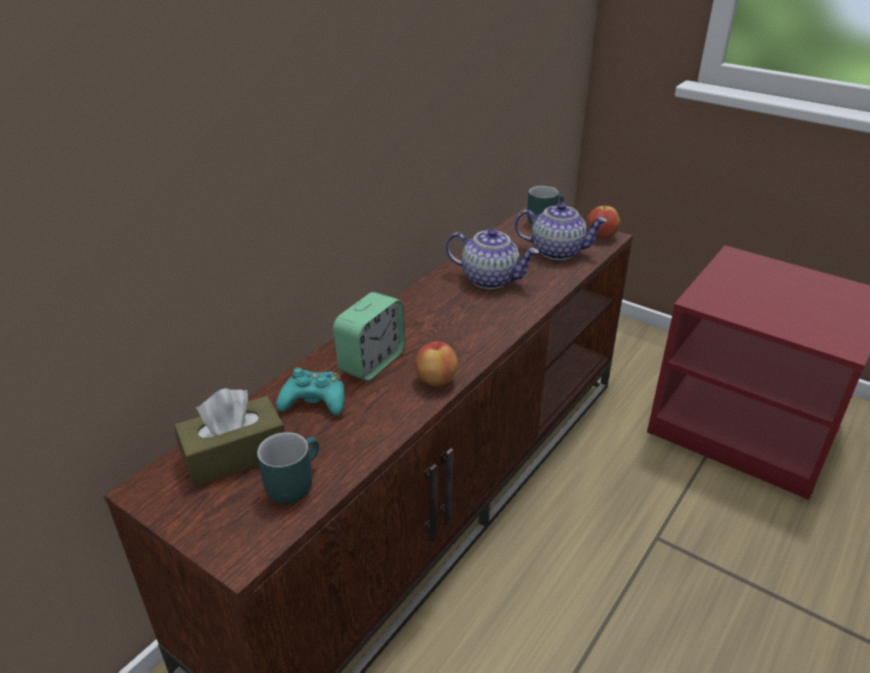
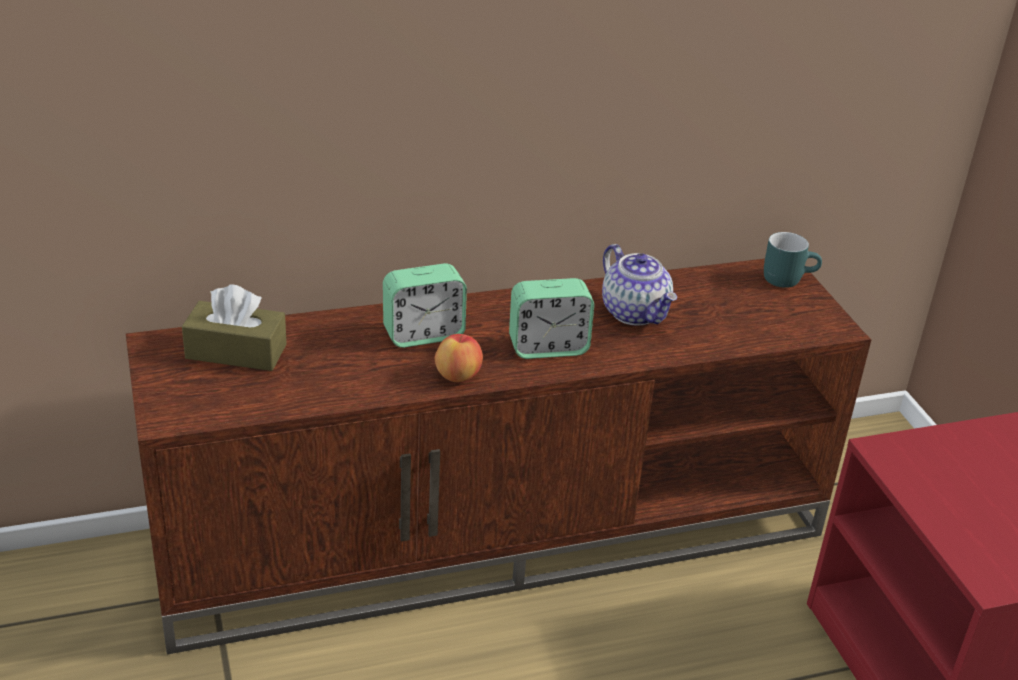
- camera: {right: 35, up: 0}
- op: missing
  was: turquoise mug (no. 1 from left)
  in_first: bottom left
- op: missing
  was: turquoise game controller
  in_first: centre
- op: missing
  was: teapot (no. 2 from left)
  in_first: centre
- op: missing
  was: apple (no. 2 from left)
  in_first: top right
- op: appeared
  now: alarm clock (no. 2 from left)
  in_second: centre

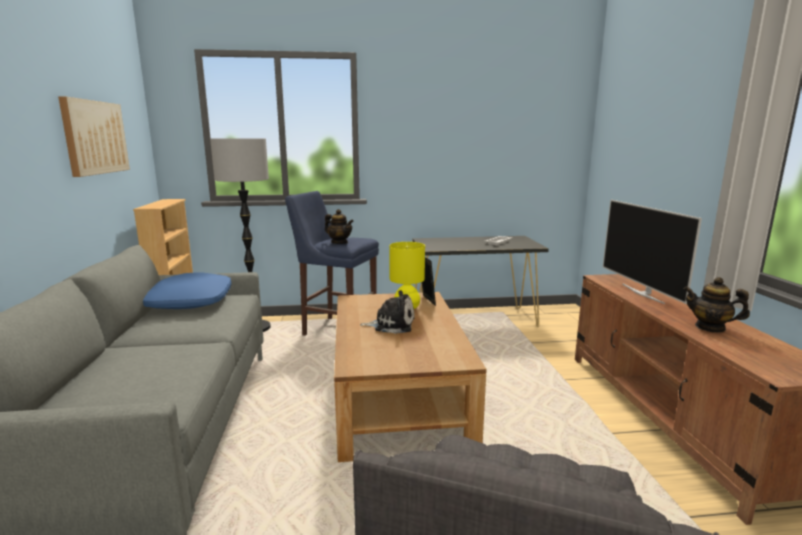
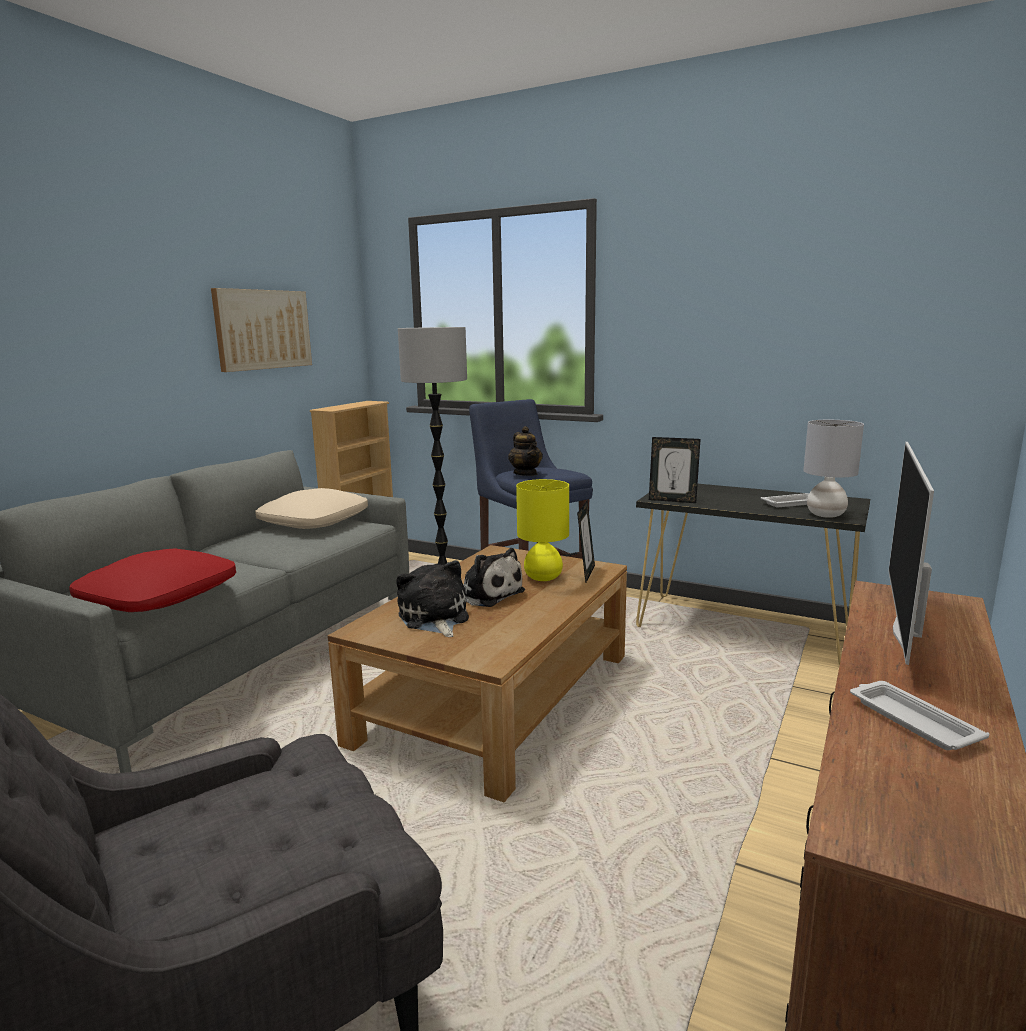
- camera: {right: 35, up: 0}
- op: colour
  was: blue pillow
  now: beige pillow
  in_first: middle left
  in_second: middle left
- op: exchanged
  was: teapot (no. 2 from left)
  now: white tray (no. 2 from left)
  in_first: middle right
  in_second: bottom right
- op: appeared
  now: red pillow
  in_second: middle left
- op: appeared
  now: plush toy (no. 1 from left)
  in_second: centre
- op: appeared
  now: picture frame (no. 2 from left)
  in_second: centre
- op: appeared
  now: grey table lamp
  in_second: middle right

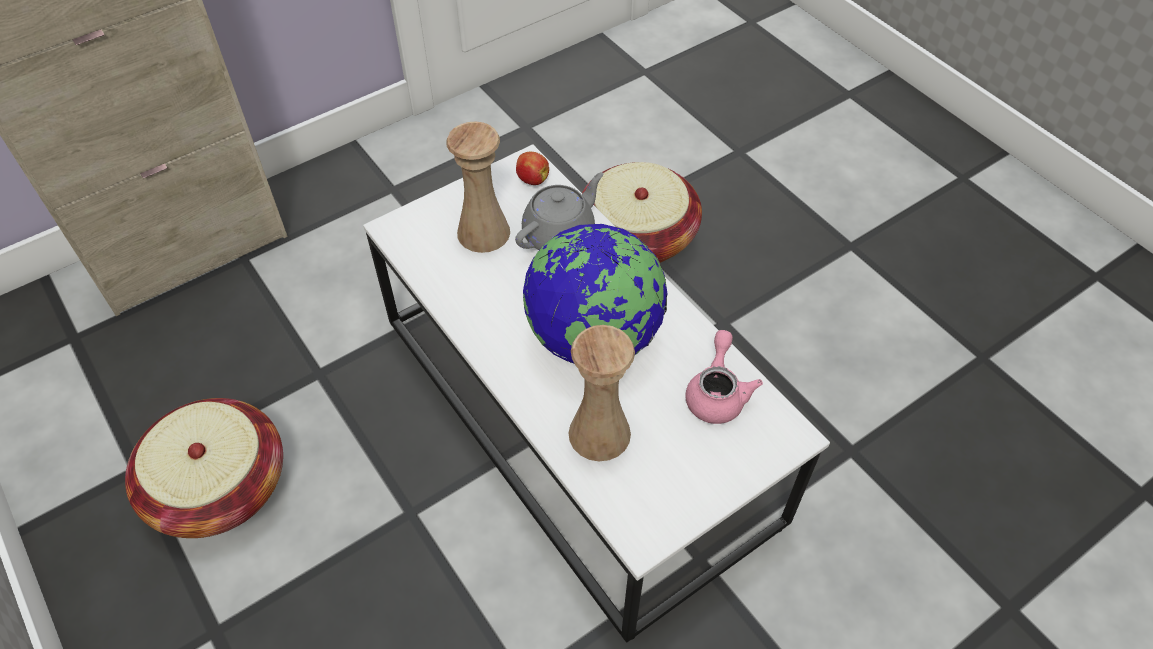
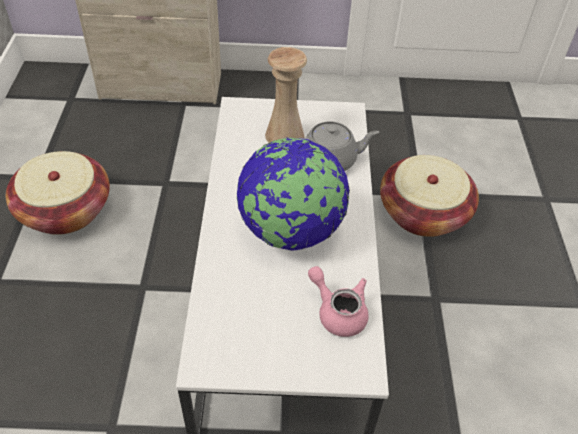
- camera: {right: 35, up: -5}
- op: missing
  was: apple
  in_first: top centre
- op: missing
  was: beige vase (no. 2 from left)
  in_first: centre
- op: spun
  was: pink teapot
  in_first: centre
  in_second: bottom centre
  clockwise: -90

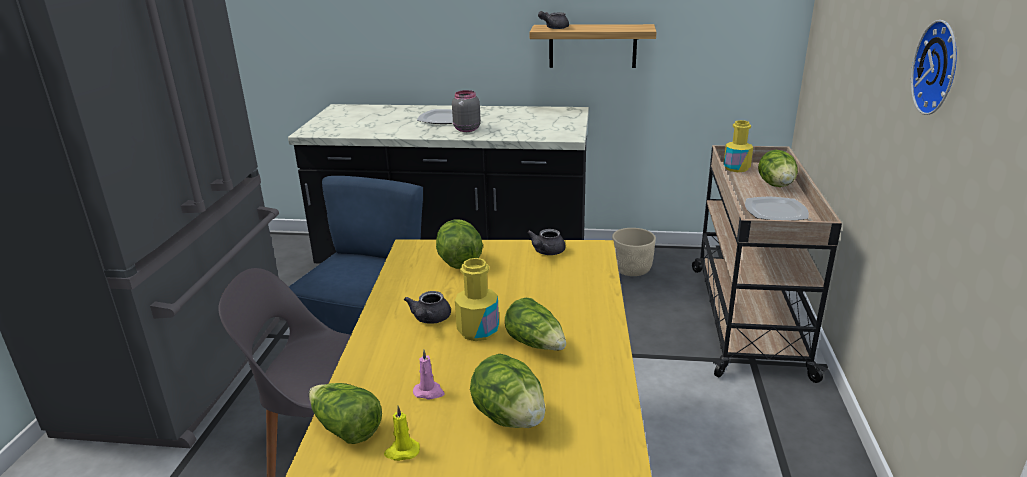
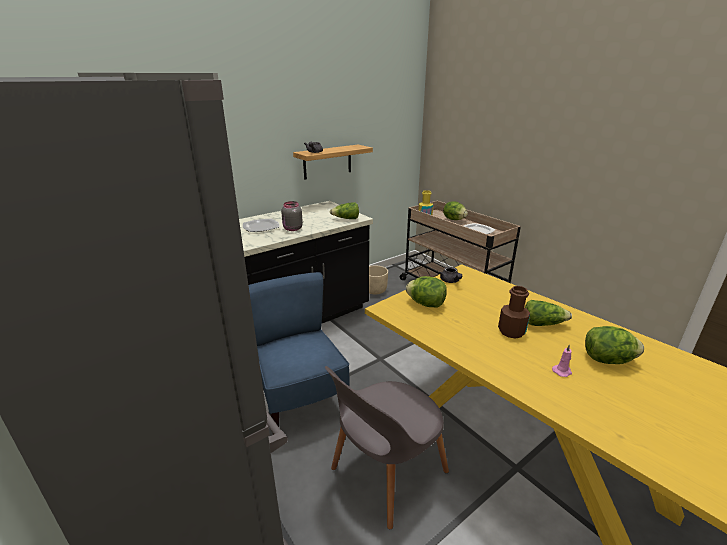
- camera: {right: -45, up: 0}
- op: relocated
  was: lettuce (no. 1 from left)
  in_first: bottom centre
  in_second: centre
- op: missing
  was: yellow candle
  in_first: bottom centre
- op: missing
  was: grey teapot (no. 1 from left)
  in_first: centre
- op: colour
  was: yellow bottle (no. 1 from left)
  now: brown bottle
  in_first: centre
  in_second: middle right
- op: missing
  was: wall clock
  in_first: top right

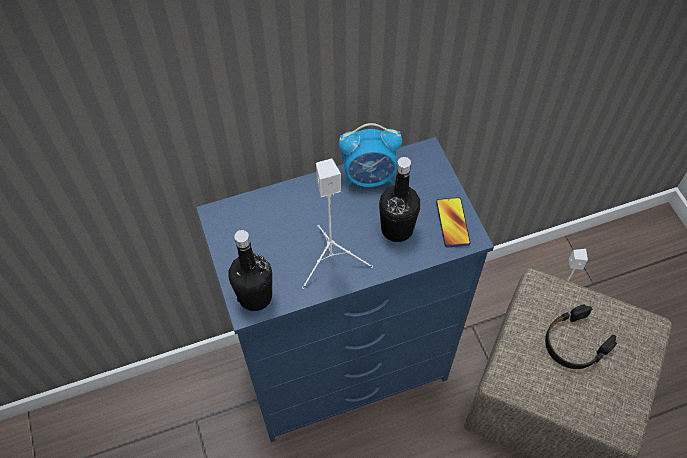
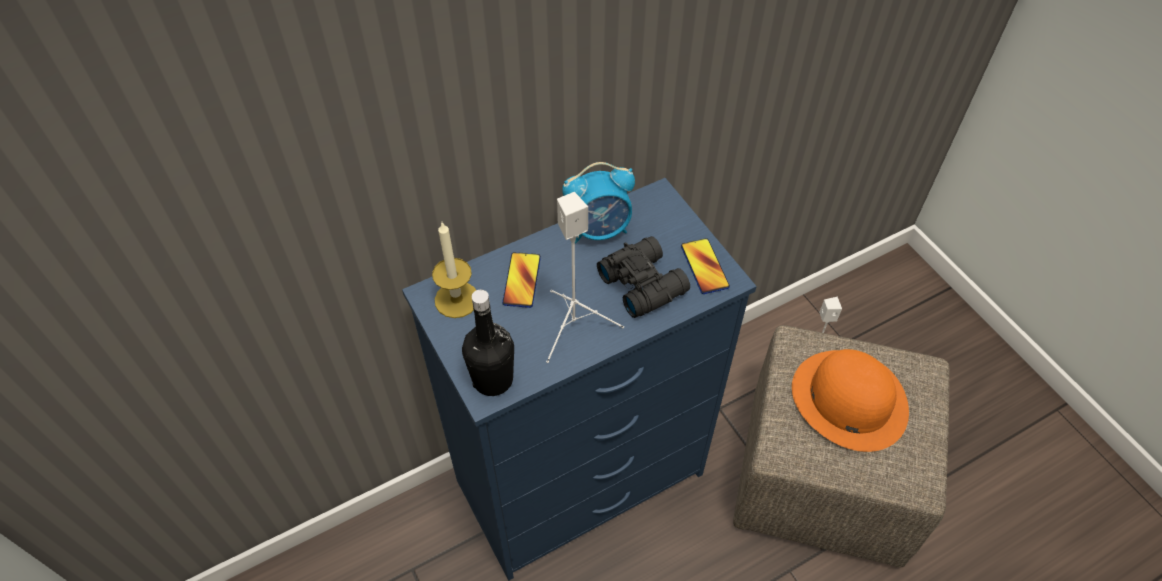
- camera: {right: -10, up: -5}
- op: exchanged
  was: black bottle (no. 2 from left)
  now: black binoculars
  in_first: centre
  in_second: centre
- op: exchanged
  was: black headphones
  now: orange hat
  in_first: bottom right
  in_second: bottom right
- op: appeared
  now: candle
  in_second: centre
- op: appeared
  now: phone (no. 1 from left)
  in_second: centre

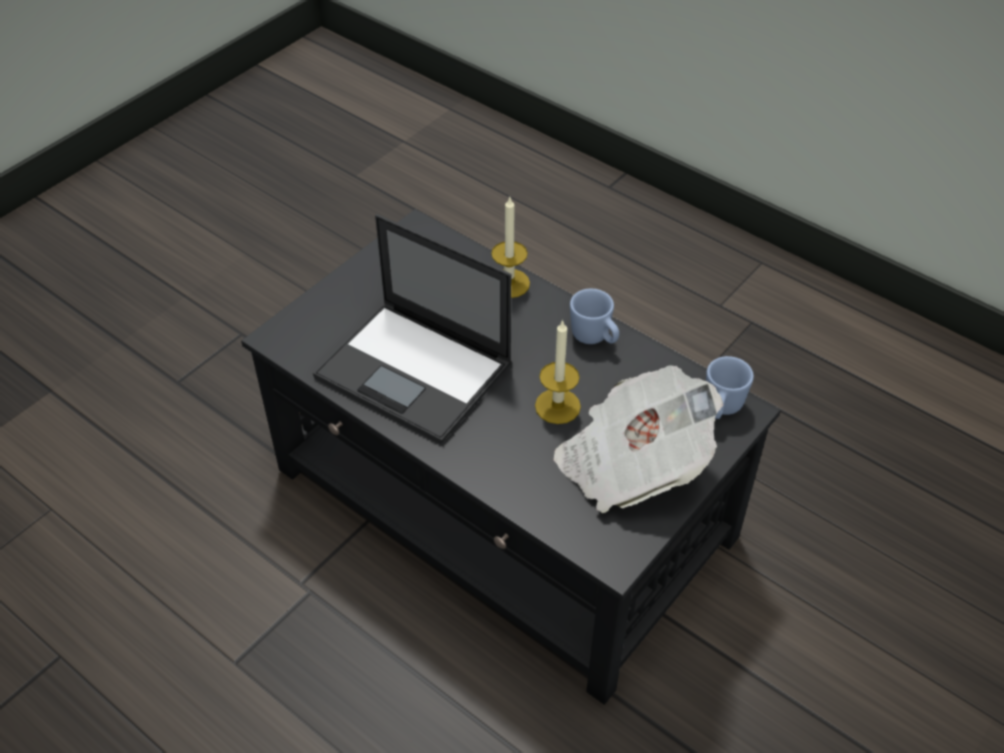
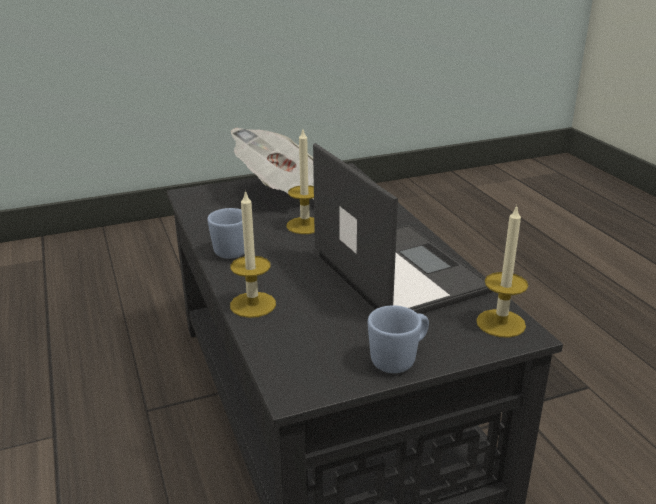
- camera: {right: -150, up: -20}
- op: relocated
  was: blue mug (no. 2 from left)
  in_first: middle right
  in_second: bottom centre
- op: appeared
  now: candle (no. 3 from left)
  in_second: middle right

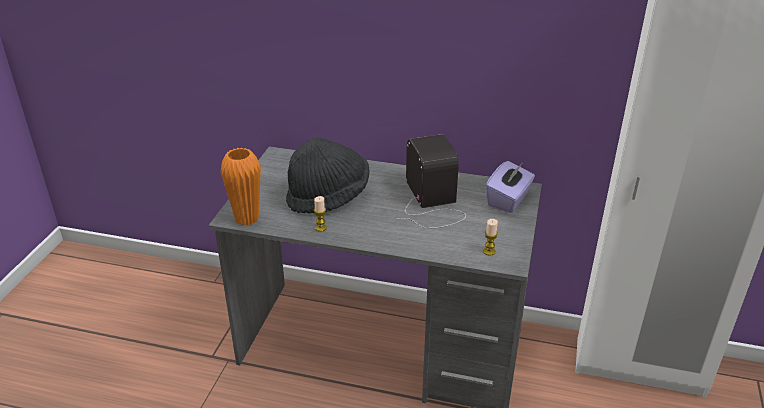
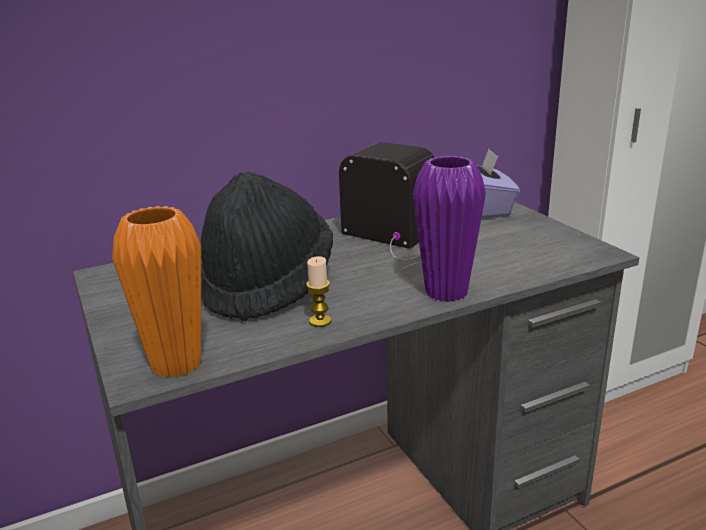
- camera: {right: -40, up: -10}
- op: missing
  was: candle (no. 2 from left)
  in_first: centre
- op: appeared
  now: purple vase
  in_second: centre

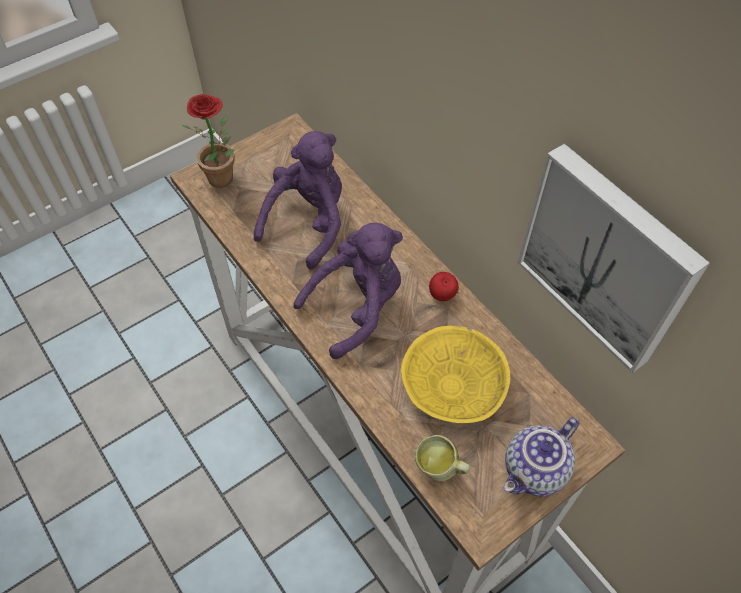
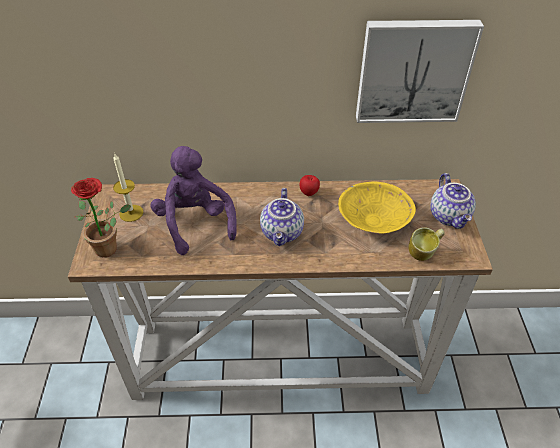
- camera: {right: -55, up: -10}
- op: exchanged
  was: purple plush toy (no. 2 from left)
  now: teapot (no. 1 from left)
  in_first: centre
  in_second: centre
- op: appeared
  now: candle
  in_second: middle left

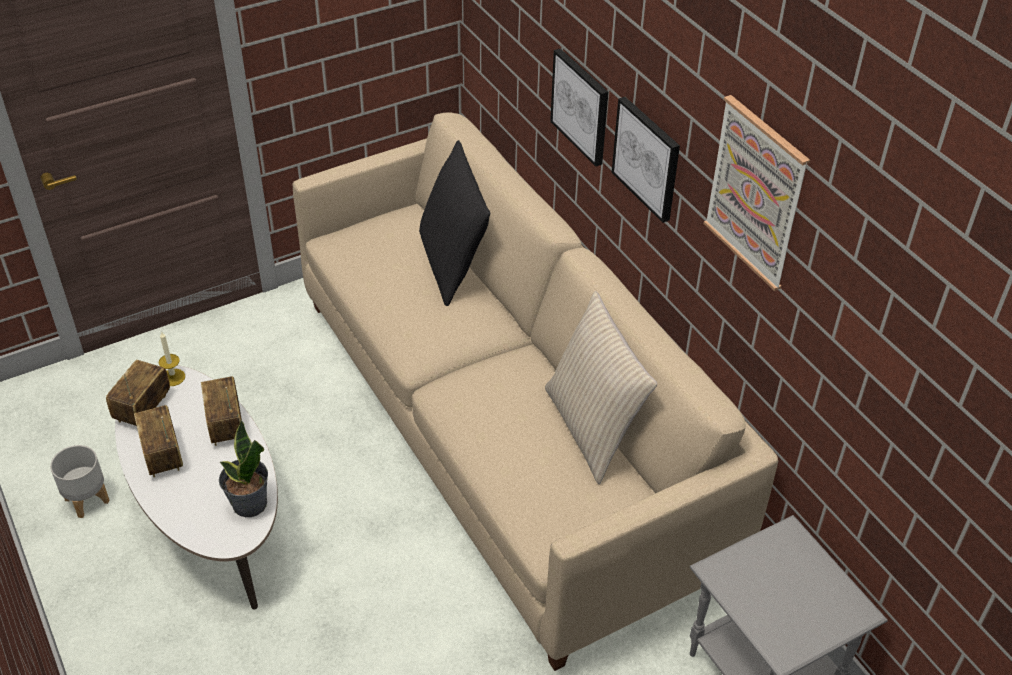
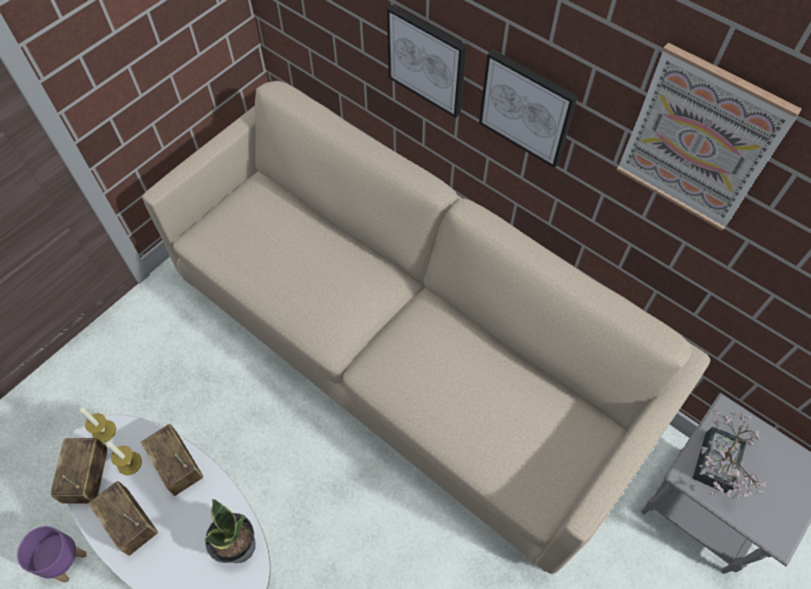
- camera: {right: -20, up: 15}
- op: colour
  was: grey planter
  now: purple planter
  in_first: bottom left
  in_second: bottom left
- op: missing
  was: black pillow
  in_first: top centre
- op: missing
  was: beige pillow
  in_first: centre
- op: appeared
  now: candle (no. 2 from left)
  in_second: bottom left
- op: appeared
  now: potted plant (no. 2 from left)
  in_second: bottom right

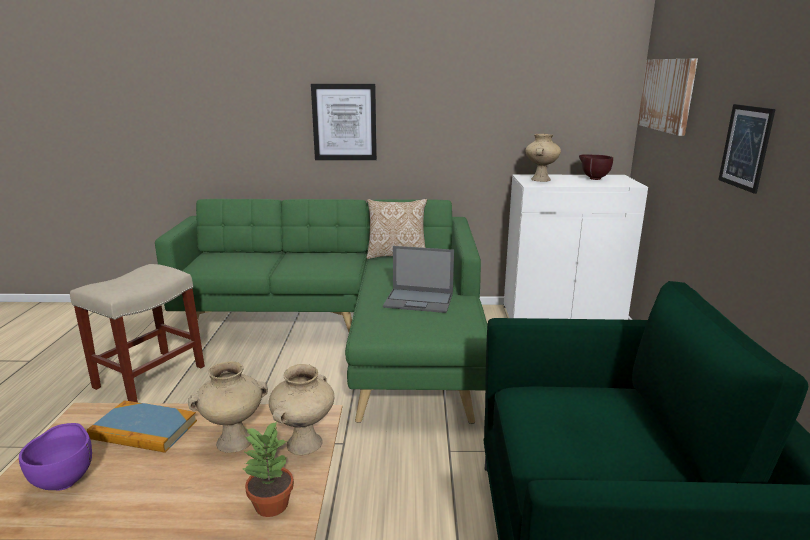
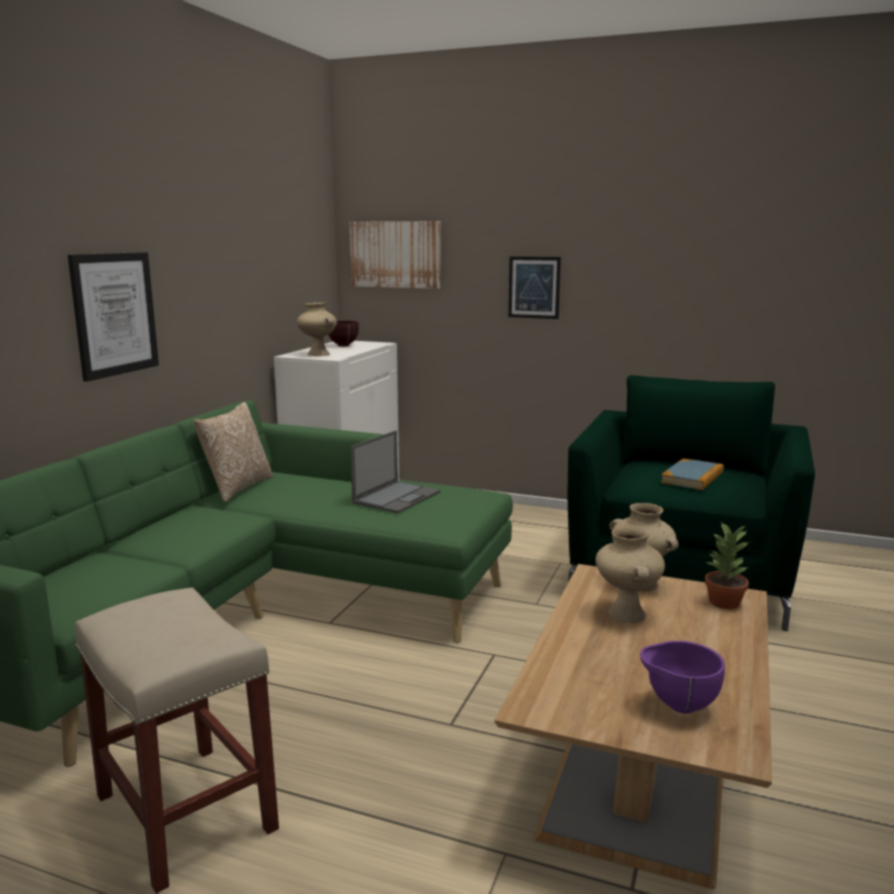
- camera: {right: -70, up: -5}
- op: relocated
  was: book
  in_first: bottom left
  in_second: middle right

